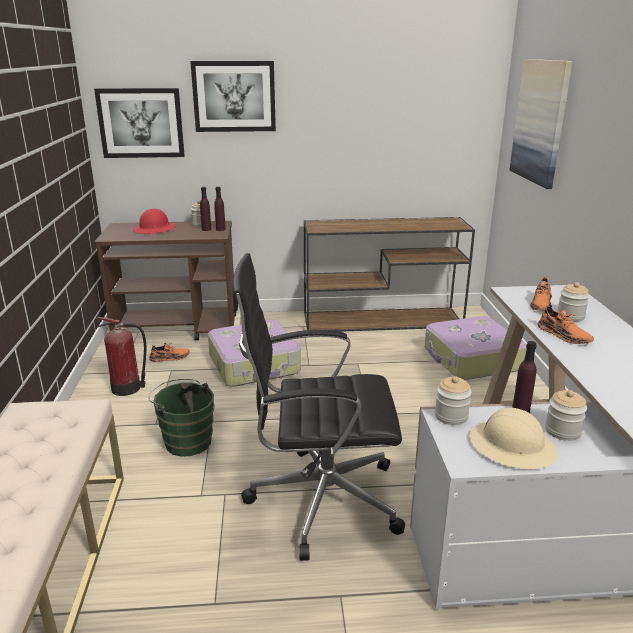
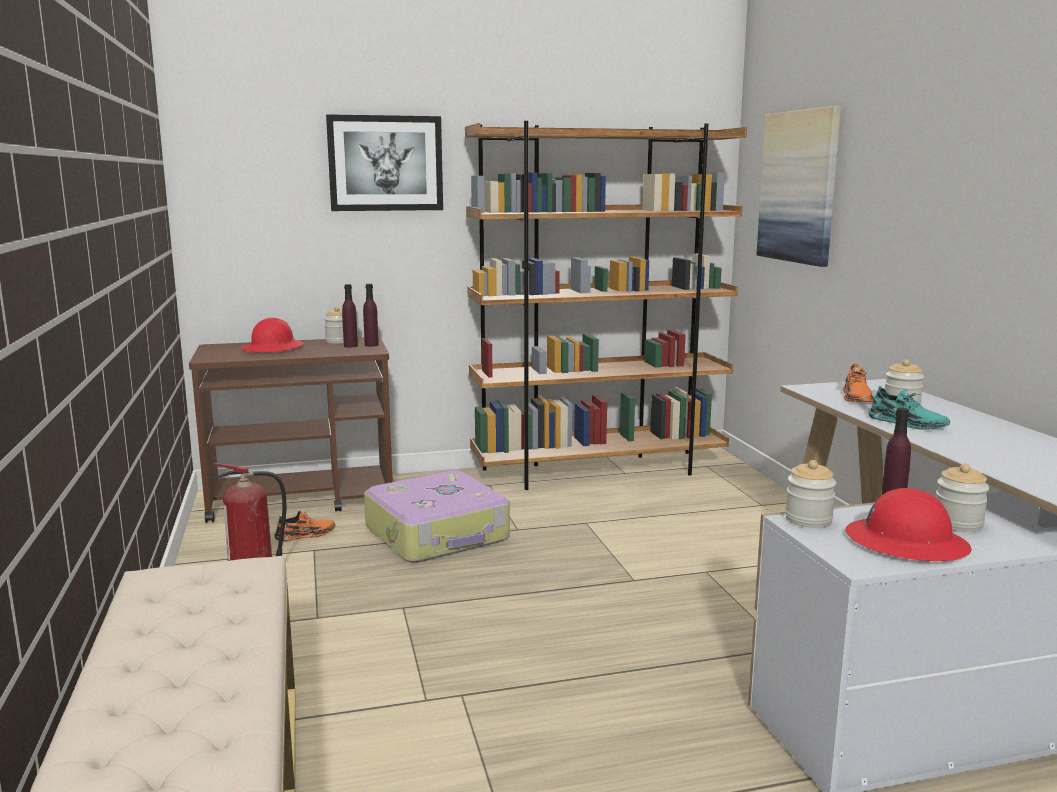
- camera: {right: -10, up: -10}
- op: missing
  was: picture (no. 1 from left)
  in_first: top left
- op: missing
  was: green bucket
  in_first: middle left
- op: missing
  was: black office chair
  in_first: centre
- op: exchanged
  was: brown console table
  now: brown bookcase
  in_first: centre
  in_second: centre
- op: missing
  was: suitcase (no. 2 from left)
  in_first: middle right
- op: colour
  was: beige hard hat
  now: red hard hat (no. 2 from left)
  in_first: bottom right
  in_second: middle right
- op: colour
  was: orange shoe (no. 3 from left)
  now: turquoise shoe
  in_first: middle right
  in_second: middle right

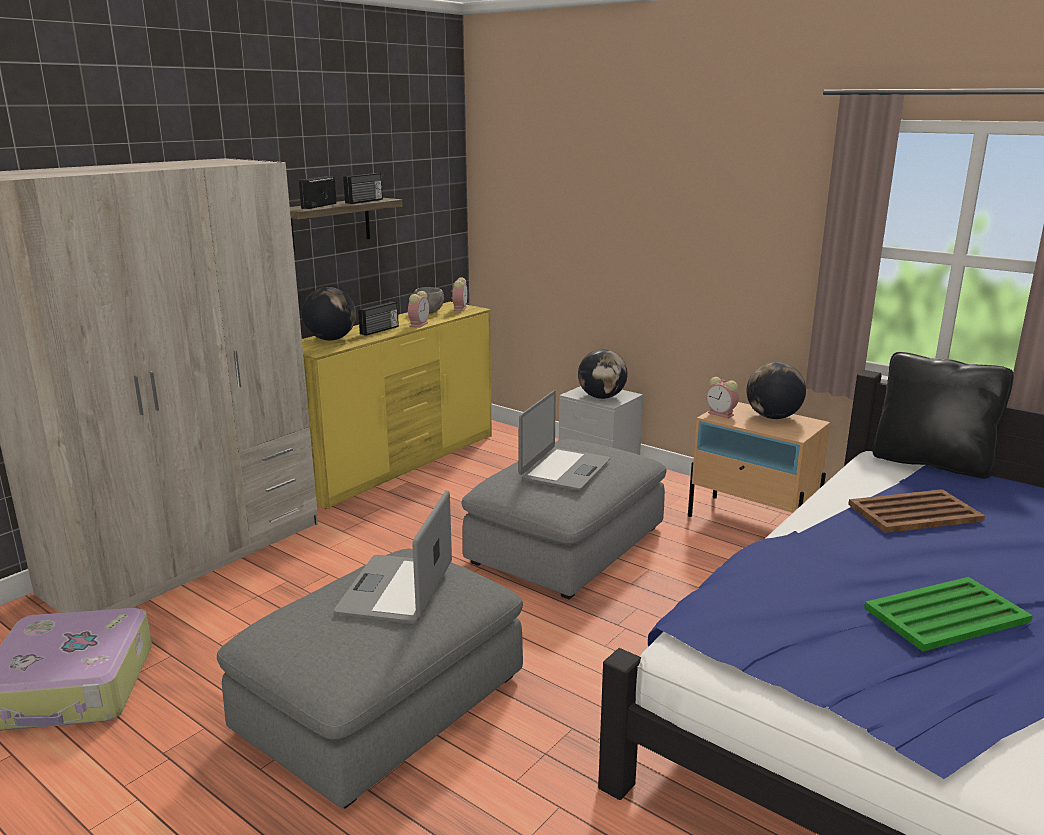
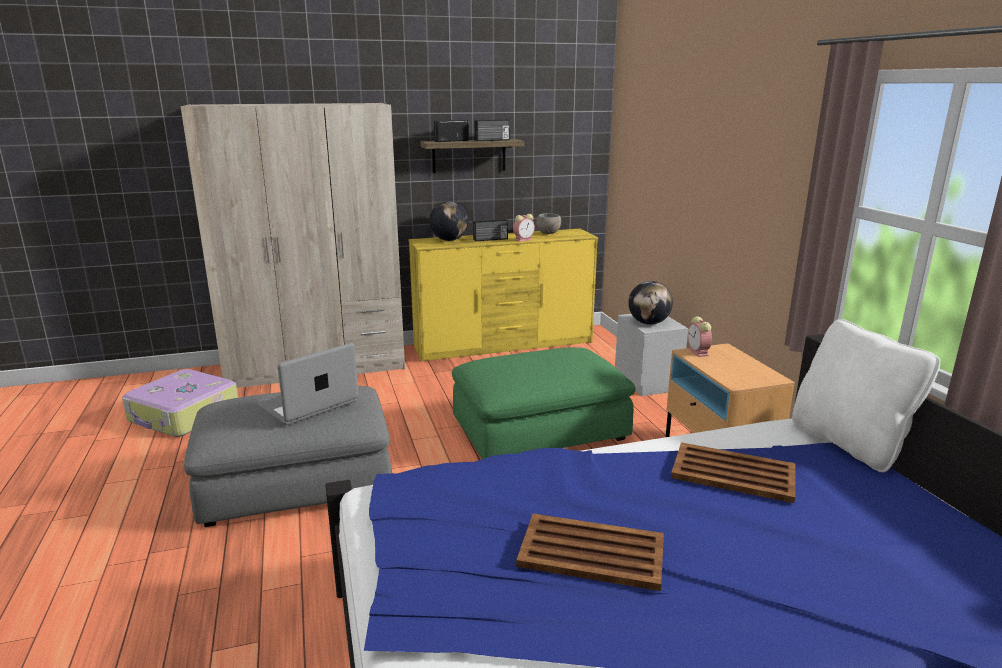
- camera: {right: 35, up: 0}
- op: missing
  was: alarm clock (no. 2 from left)
  in_first: centre
- op: colour
  was: grey ottoman (no. 2 from left)
  now: green ottoman
  in_first: centre
  in_second: centre
- op: missing
  was: laptop (no. 2 from left)
  in_first: centre
- op: missing
  was: globe (no. 3 from left)
  in_first: middle right
- op: colour
  was: green tray
  now: brown tray (no. 1 from left)
  in_first: bottom right
  in_second: bottom centre
- op: colour
  was: black pillow
  now: white pillow
  in_first: middle right
  in_second: middle right

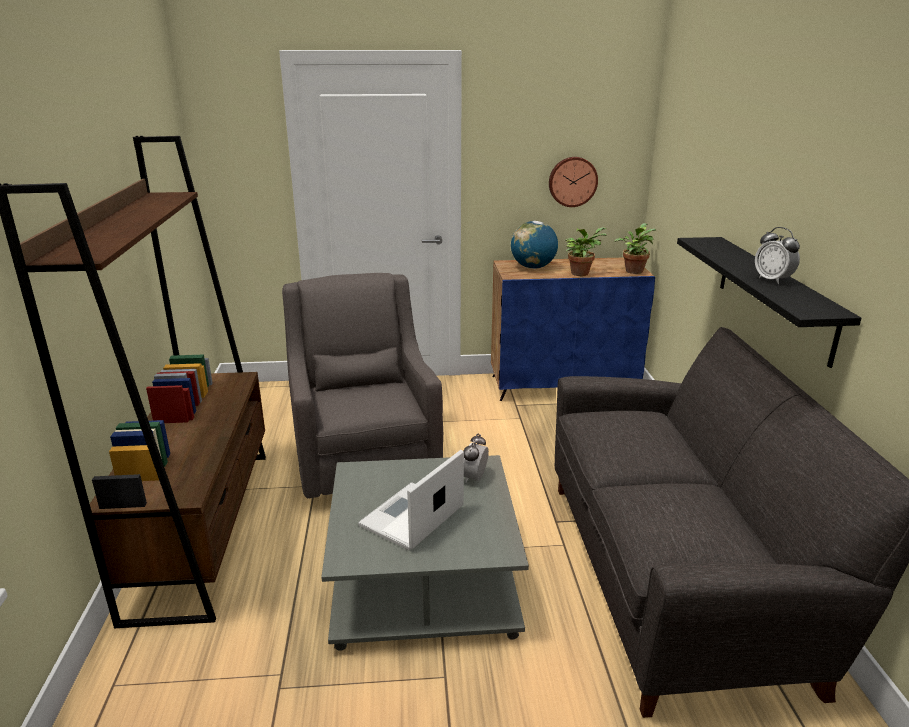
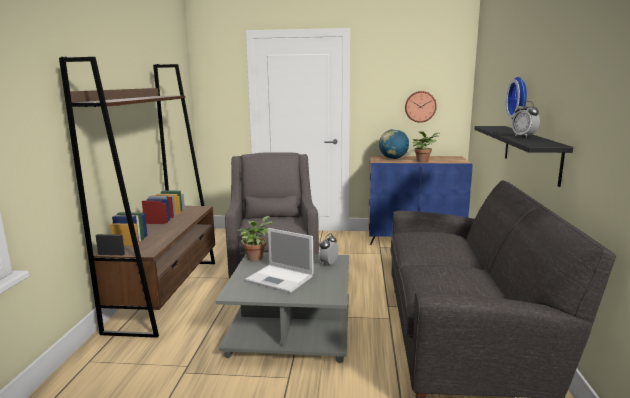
- camera: {right: 10, up: -10}
- op: spun
  was: laptop
  in_first: bottom centre
  in_second: centre
  clockwise: -105
- op: relocated
  was: potted plant (no. 2 from left in the first image)
  now: potted plant (no. 1 from left)
  in_first: middle right
  in_second: centre
- op: appeared
  now: wall clock (no. 2 from left)
  in_second: top right

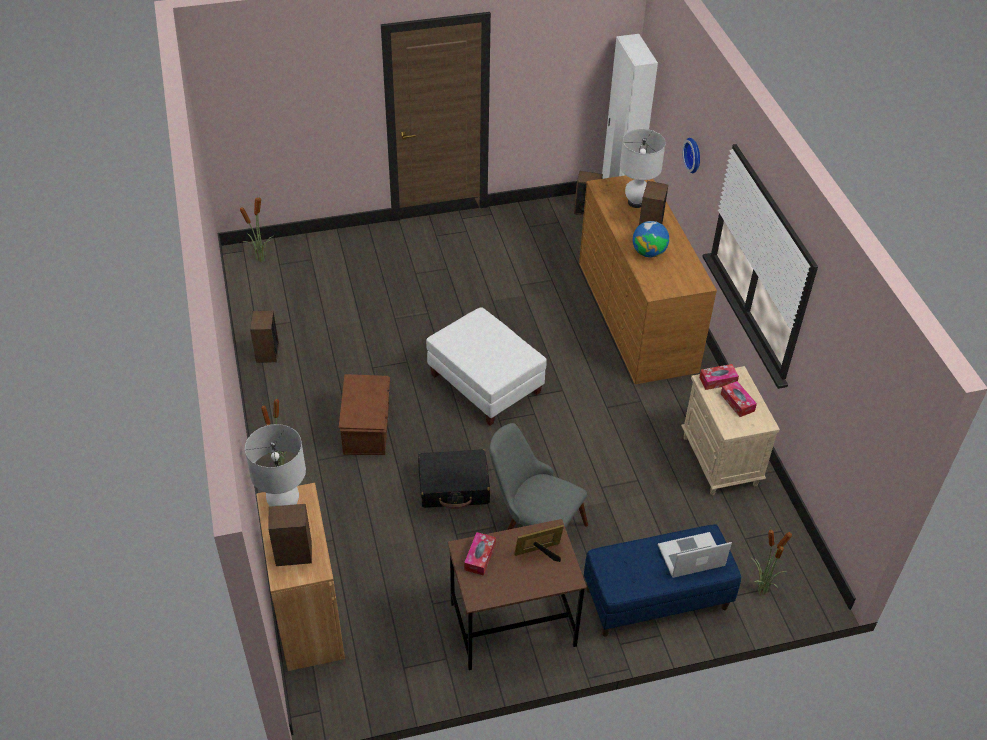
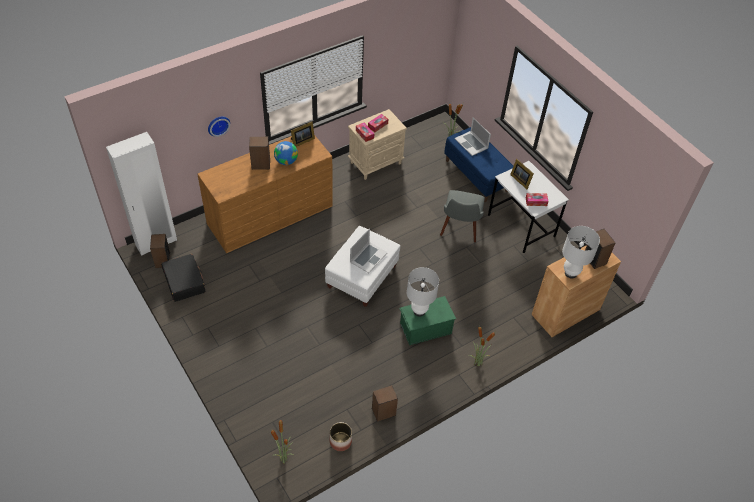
- camera: {right: -110, up: 5}
- op: colour
  was: brown storage box
  now: green storage box
  in_first: centre
  in_second: centre
- op: relocated
  was: black suitcase
  in_first: centre
  in_second: middle left
- op: colour
  was: brown desk
  now: white desk
  in_first: bottom centre
  in_second: middle right
- op: relocated
  was: white table lamp (no. 2 from left in the first image)
  now: white table lamp (no. 1 from left)
  in_first: top centre
  in_second: centre
- op: appeared
  now: picture frame (no. 1 from left)
  in_second: top centre
- op: appeared
  now: planter
  in_second: bottom centre
- op: appeared
  now: laptop (no. 1 from left)
  in_second: centre

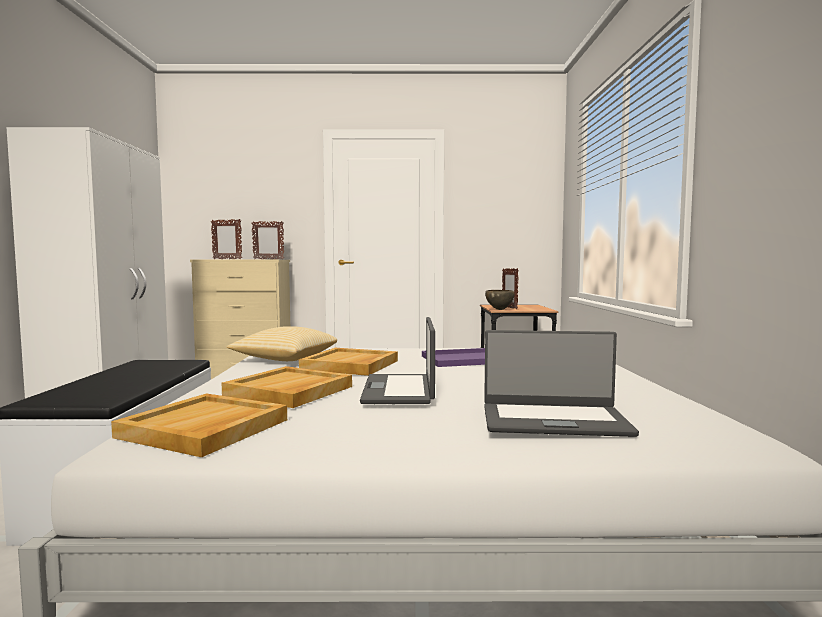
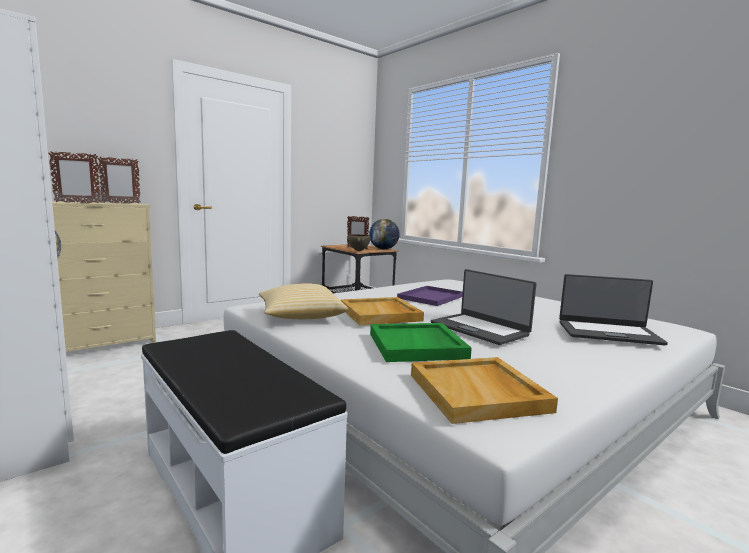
- camera: {right: -40, up: 5}
- op: colour
  was: beige tray (no. 2 from left)
  now: green tray
  in_first: centre
  in_second: centre
- op: spun
  was: laptop (no. 2 from left)
  in_first: middle right
  in_second: middle right
  clockwise: 45
- op: appeared
  now: globe
  in_second: centre

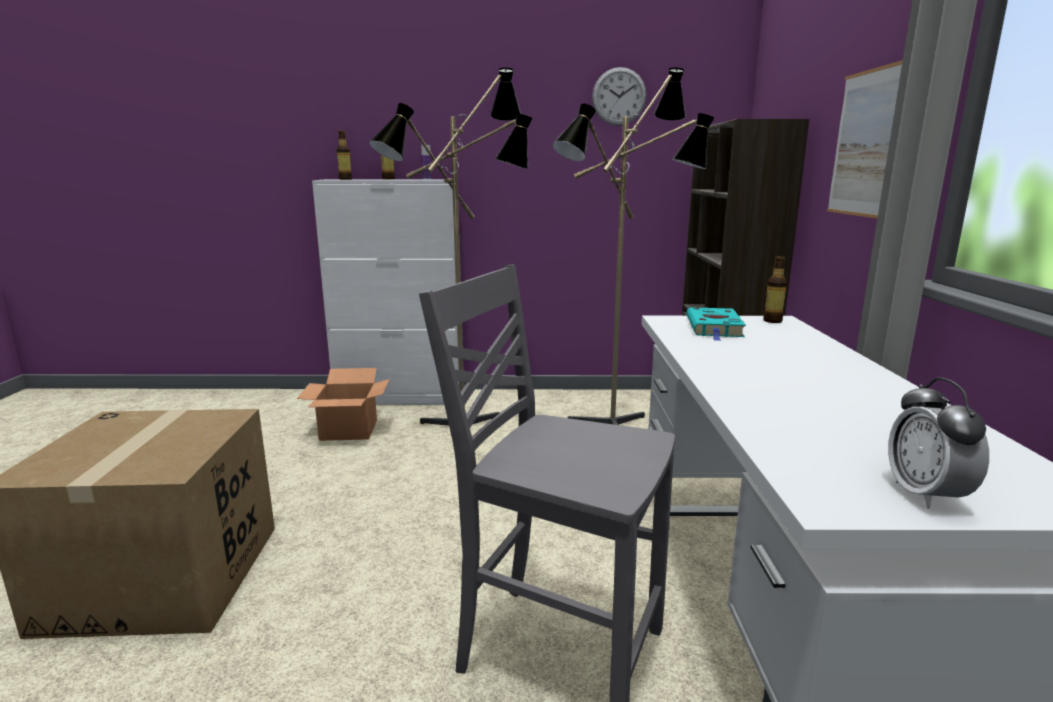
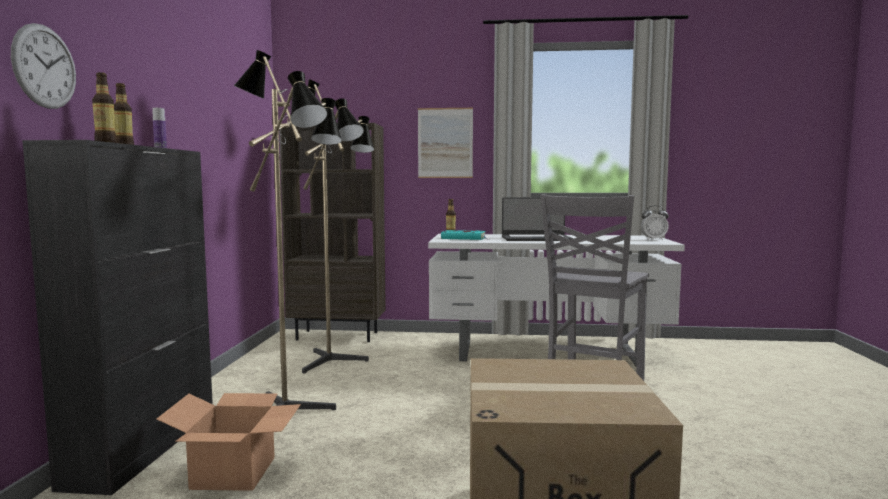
- camera: {right: -85, up: -10}
- op: colour
  was: white cabinet
  now: black cabinet
  in_first: centre
  in_second: middle left
- op: relocated
  was: wall clock
  in_first: top centre
  in_second: top left
- op: appeared
  now: laptop
  in_second: centre

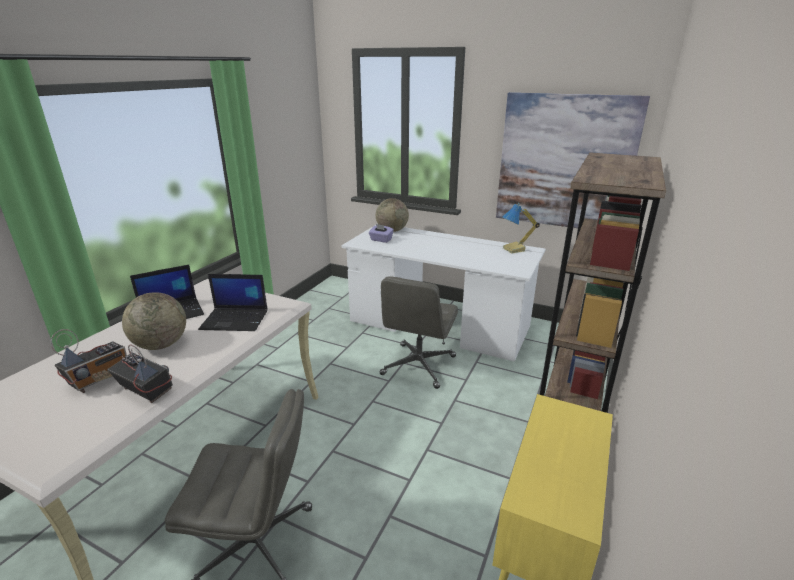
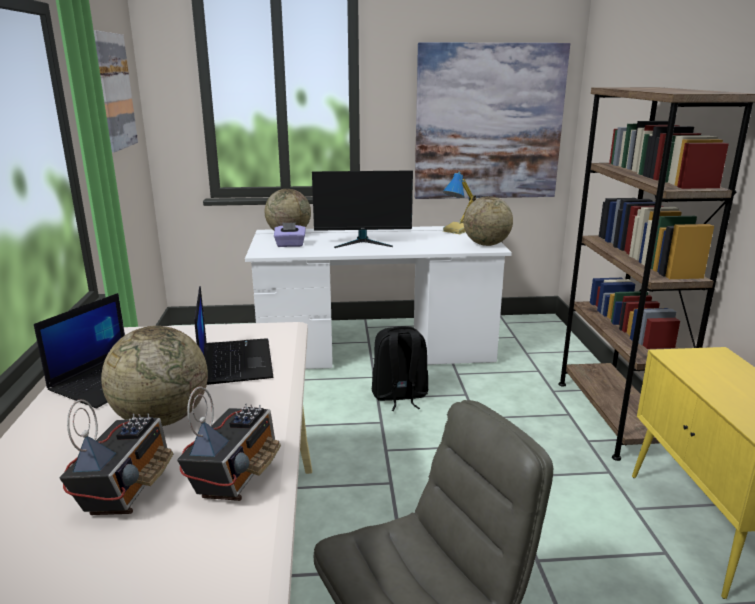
- camera: {right: -30, up: -5}
- op: spun
  was: radio (no. 2 from left)
  in_first: middle left
  in_second: bottom left
  clockwise: 105
- op: spun
  was: laptop (no. 2 from left)
  in_first: middle left
  in_second: middle left
  clockwise: -75
- op: exchanged
  was: grey office chair (no. 2 from left)
  now: black backpack
  in_first: centre
  in_second: centre
- op: appeared
  now: picture (no. 1 from left)
  in_second: top left
- op: appeared
  now: monitor
  in_second: centre
- op: appeared
  now: globe (no. 3 from left)
  in_second: centre

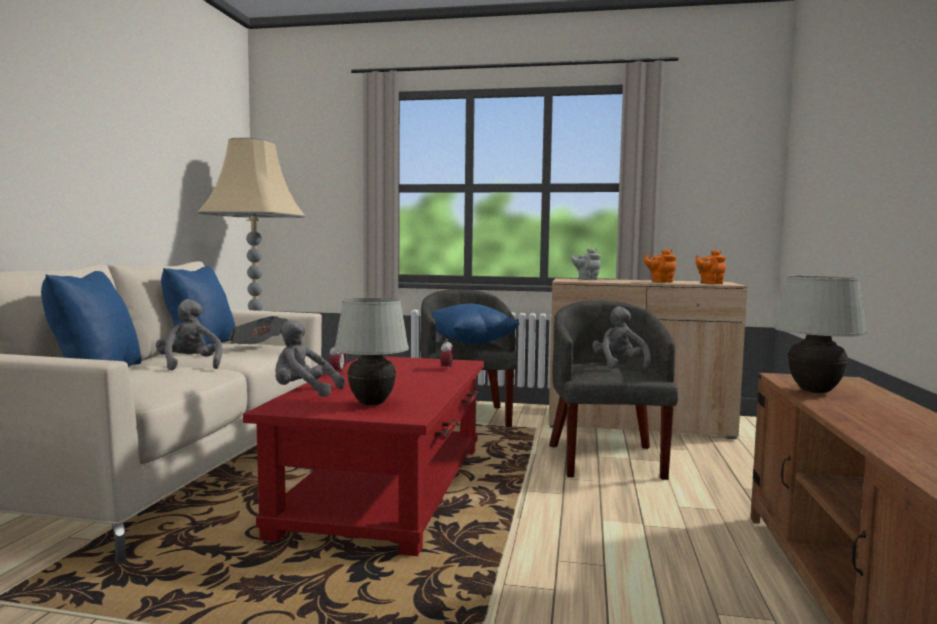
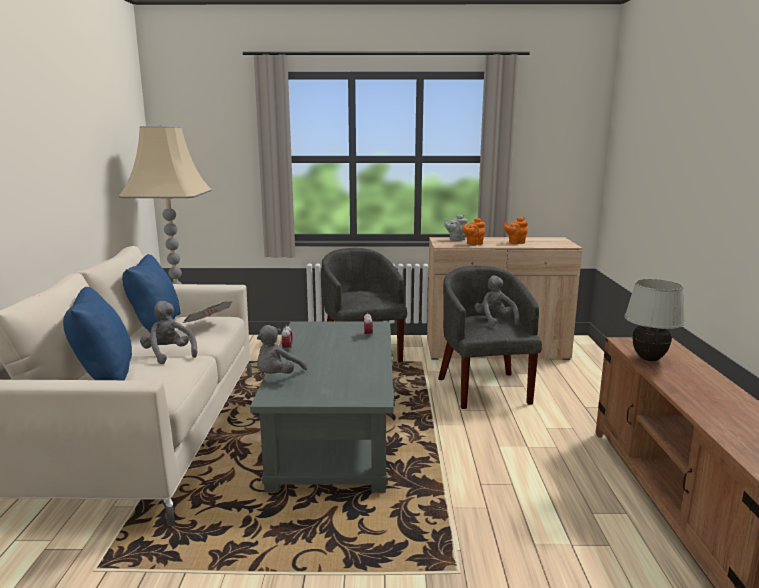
- camera: {right: -10, up: 10}
- op: colour
  was: red coffee table
  now: grey coffee table
  in_first: bottom centre
  in_second: bottom centre
- op: spun
  was: grey plush toy (no. 2 from left)
  in_first: middle left
  in_second: centre
  clockwise: -60
- op: missing
  was: white table lamp (no. 1 from left)
  in_first: centre
- op: missing
  was: blue pillow (no. 3 from left)
  in_first: centre
- op: relocated
  was: orange teapot (no. 2 from left in the first image)
  now: orange teapot (no. 1 from left)
  in_first: middle right
  in_second: centre

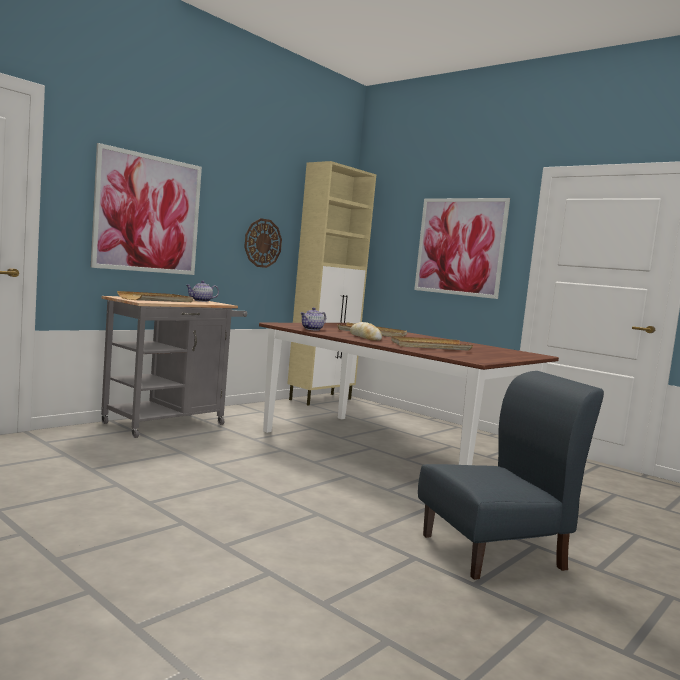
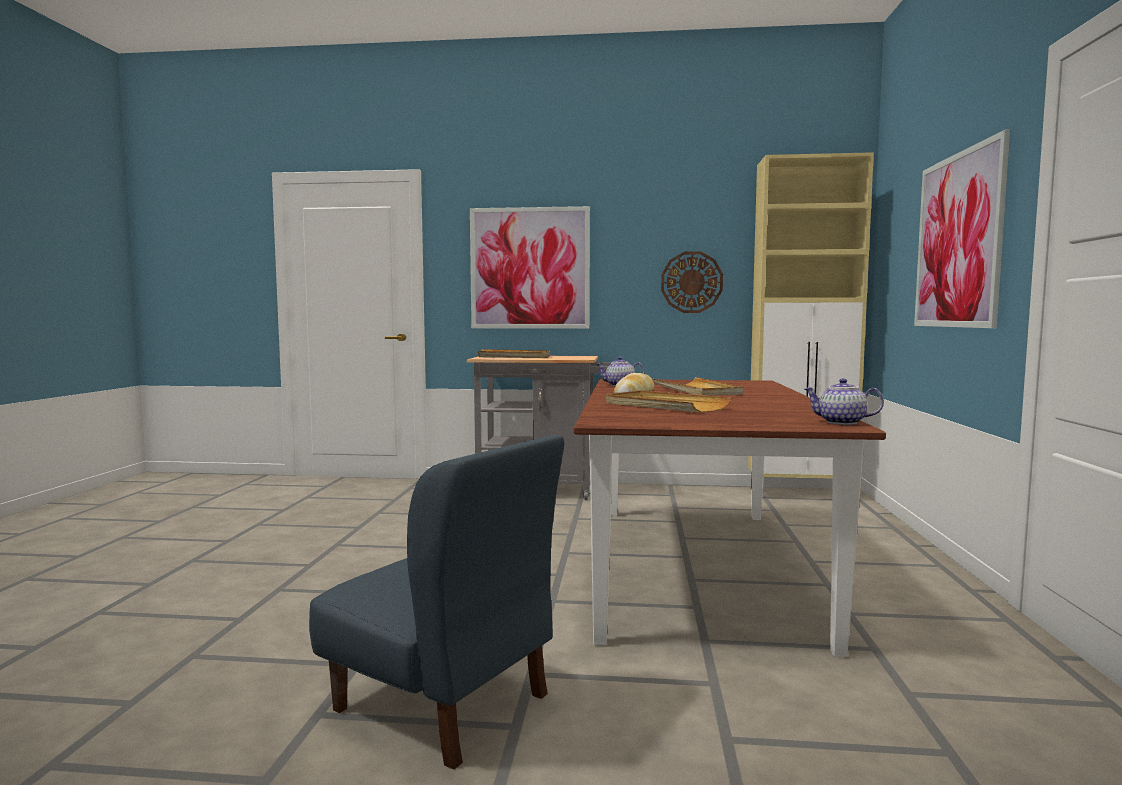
- camera: {right: 55, up: 0}
- op: relocated
  was: teapot (no. 1 from left in the first image)
  now: teapot (no. 2 from left)
  in_first: middle left
  in_second: middle right

